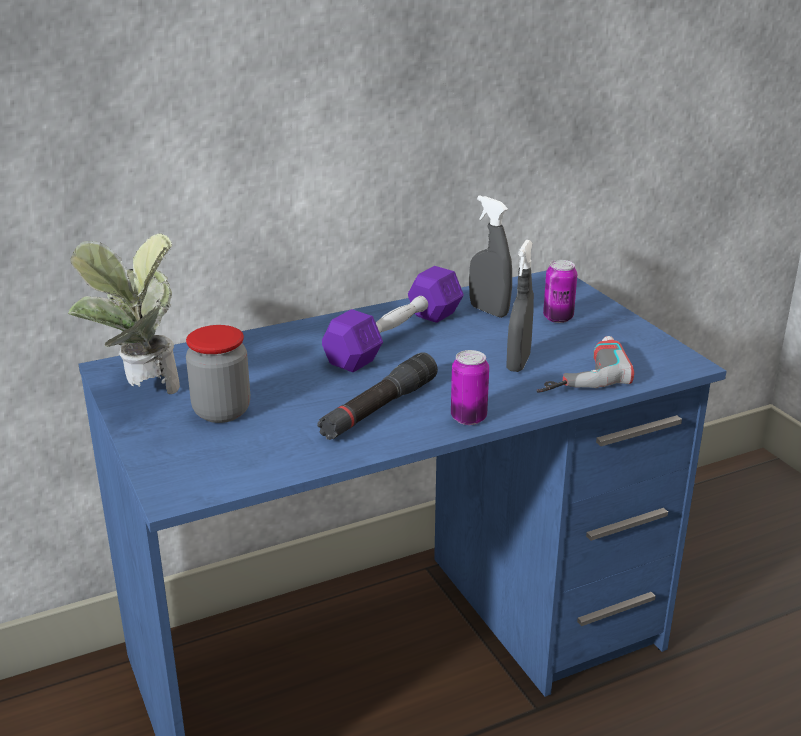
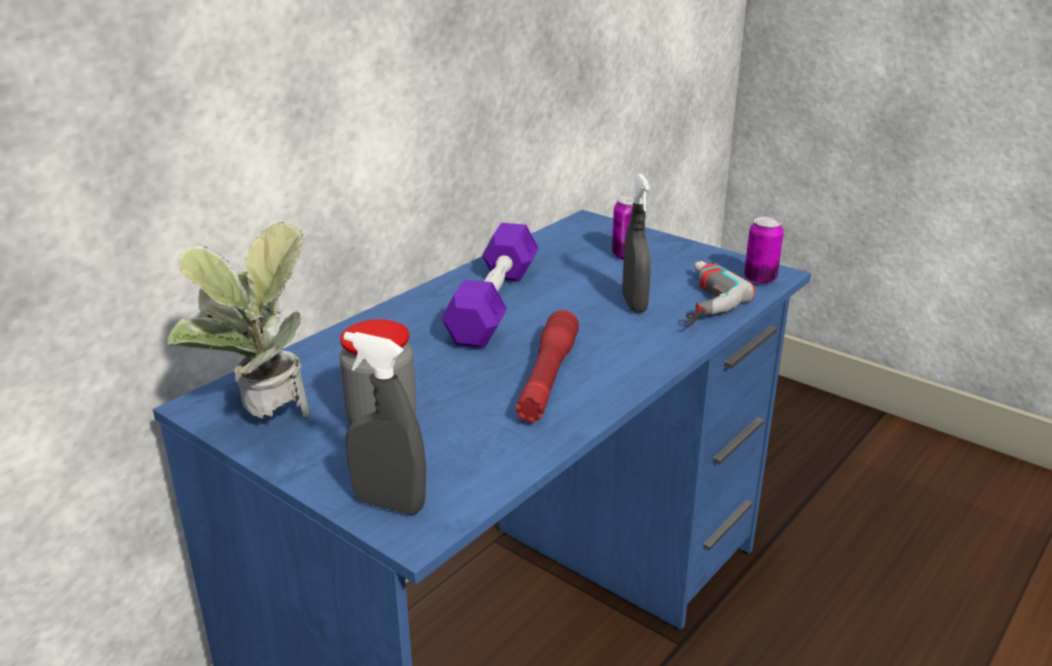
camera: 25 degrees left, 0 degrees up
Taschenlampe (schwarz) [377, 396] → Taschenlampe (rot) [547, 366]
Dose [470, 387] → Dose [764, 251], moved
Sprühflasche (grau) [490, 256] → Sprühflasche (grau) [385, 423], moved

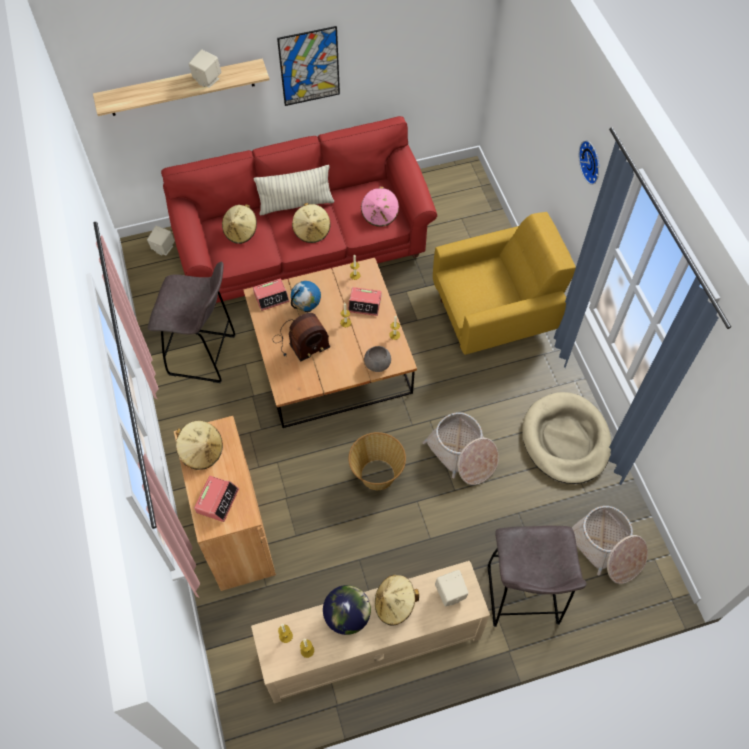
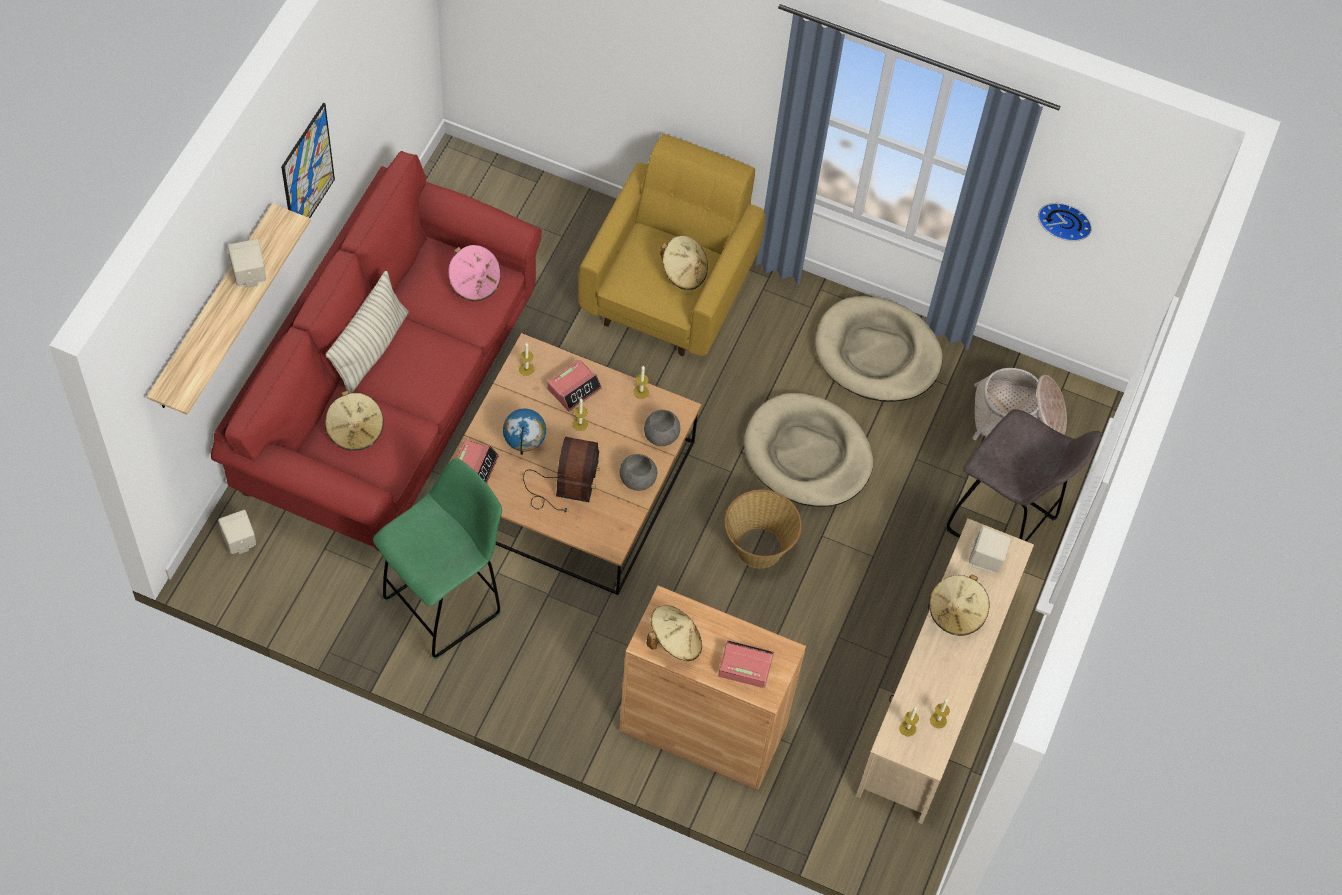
camera: 55 degrees left, 0 degrees up
Hocker (grau) [192, 322] → Hocker (grün) [437, 558]
Wecker [216, 499] → Wecker [746, 664], 45 degrees counterclockwise
Hut (beige) [311, 223] → Hut (beige) [684, 262], moved
Globus [347, 610] → -
Korb [460, 448] → Hundebett (beige) [808, 450]
Wanduhr [589, 162] → Wanduhr [1065, 222], moved
- → Schüssel (grau) [638, 472]

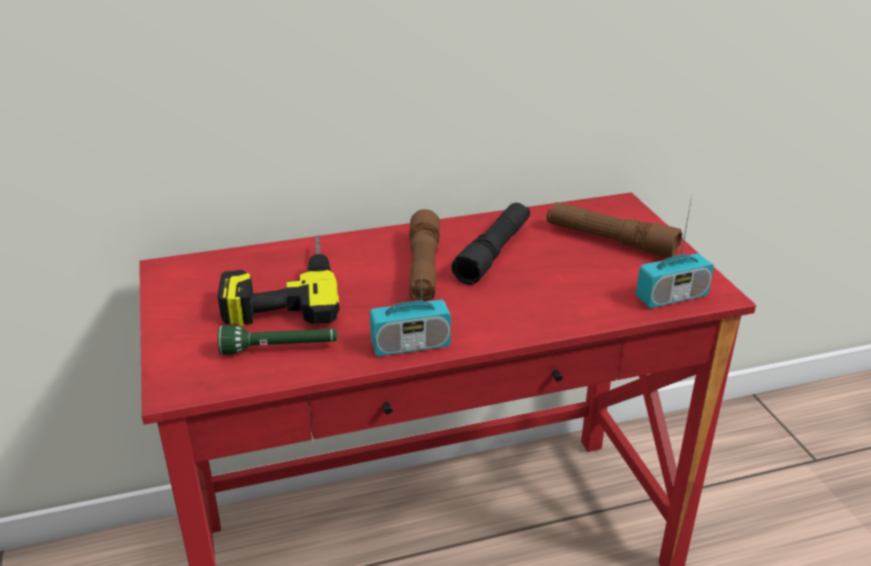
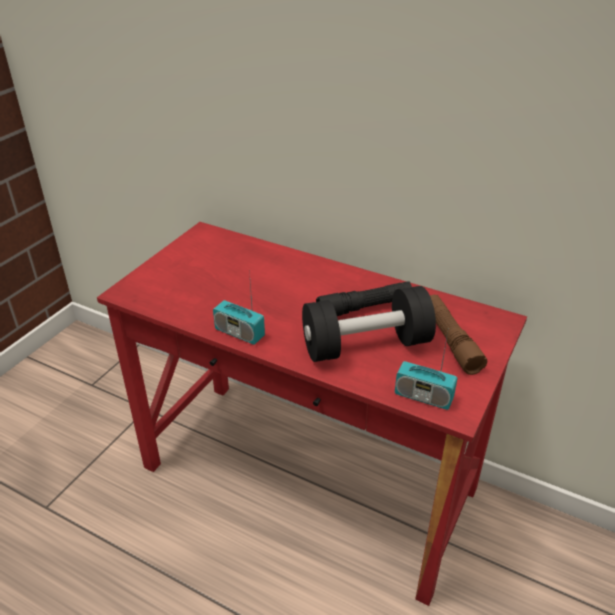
camera: 45 degrees right, 5 degrees up
Bohrmaschine [279, 281] → -
Taschenlampe (grün) [277, 340] → -
Taschenlampe (braun) [424, 255] → -
- → Hantel (schwarz) [369, 324]

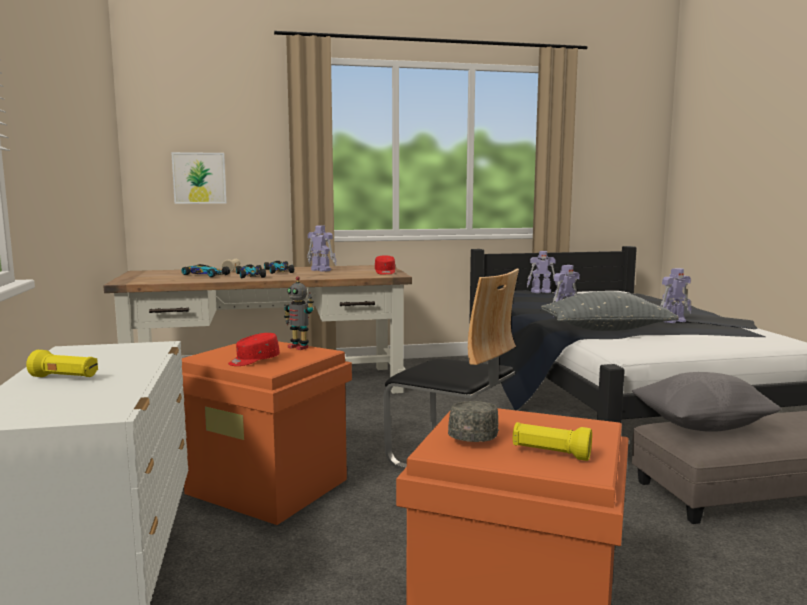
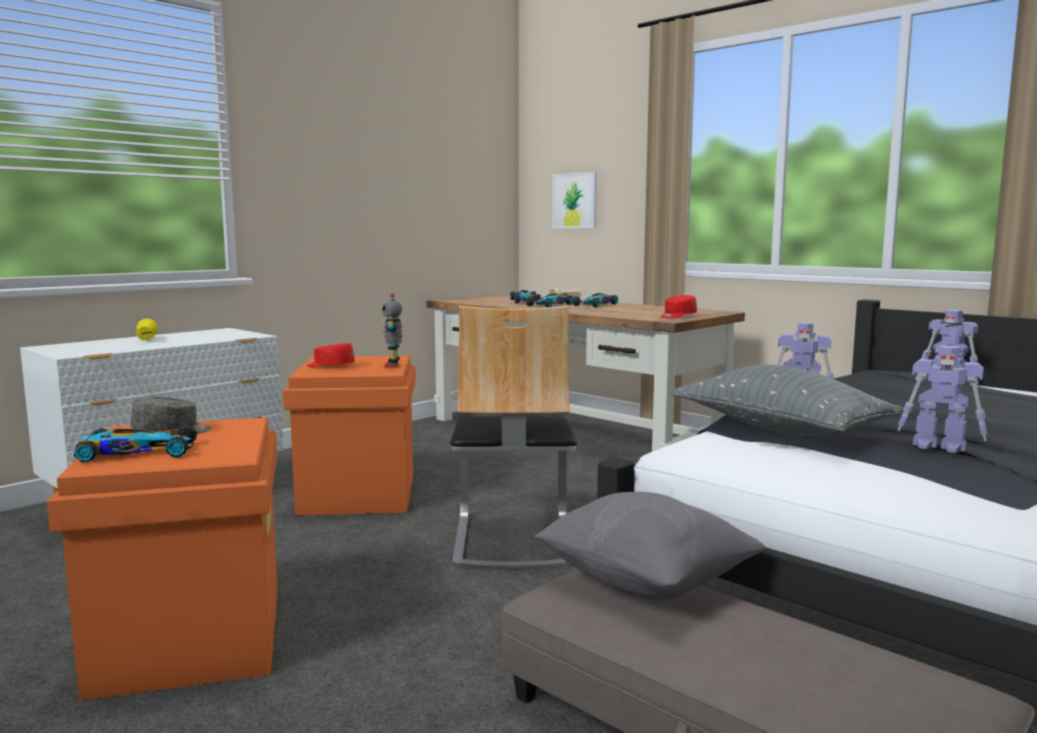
camera: 55 degrees right, 0 degrees up
Spielzeugroboter [322, 248] → -
Taschenlampe (gelb) [552, 441] → Spielzeugauto [135, 444]

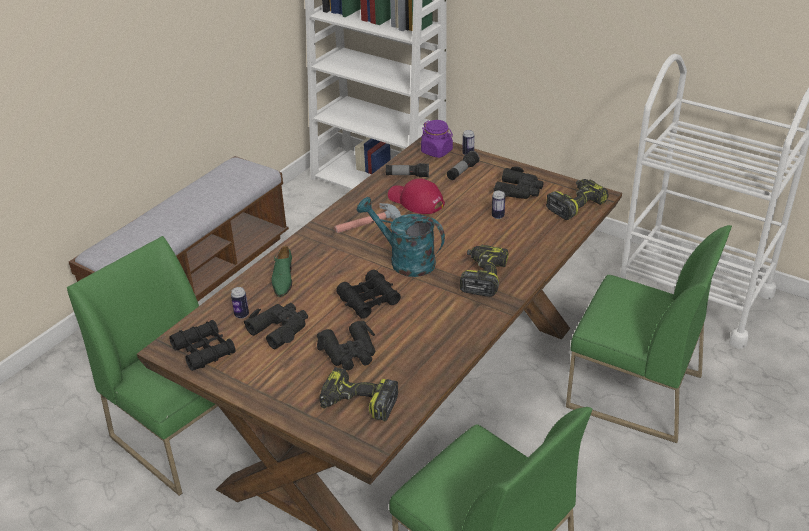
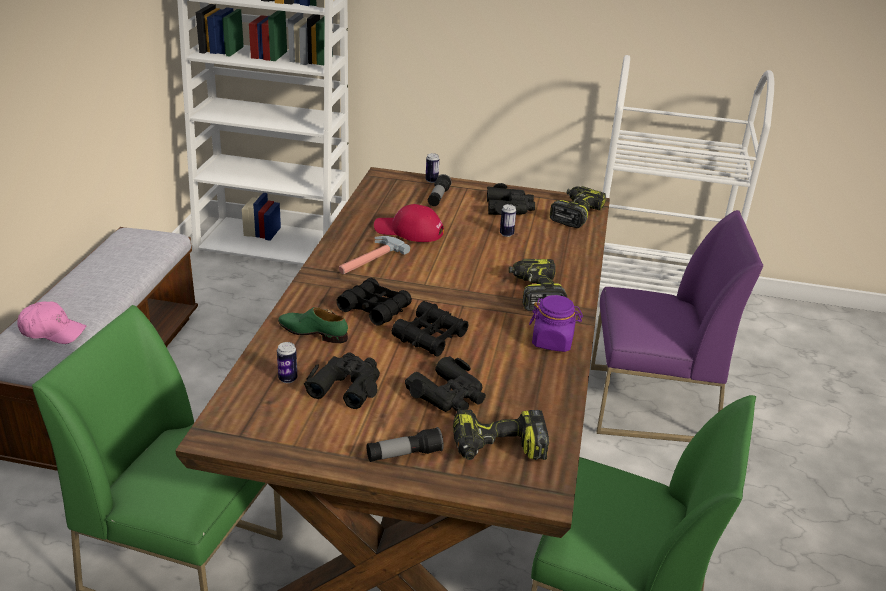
camera: 25 degrees left, 5 degrees down
Fernglas (schwarz) [202, 345] → Fernglas (schwarz) [374, 302], moved
Schuh (grün) [282, 271] → Schuh (grün) [313, 325], 135 degrees clockwise
Gießkanne (türkis) [401, 237] → -
Taschenlampe [407, 170] → Taschenlampe [405, 444], moved
Vorratsglas (lila) [437, 139] → Vorratsglas (lila) [556, 323], moved
Stuhl (grün) [649, 334] → Stuhl (lila) [677, 326]
- → Kappe (rosa) [51, 323]

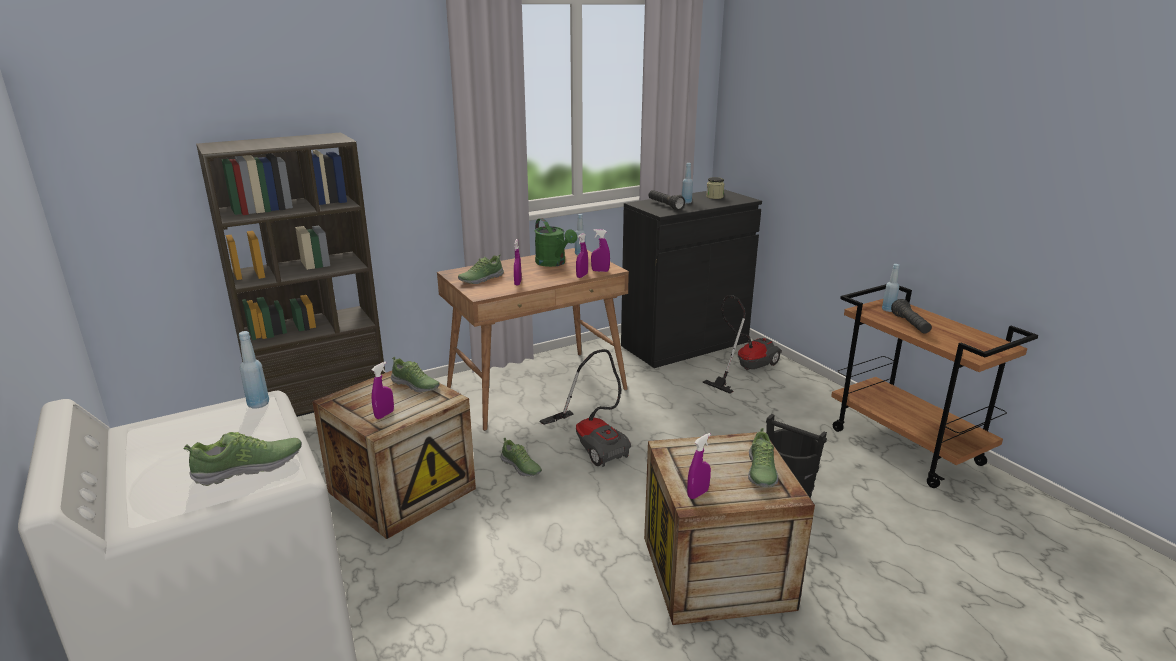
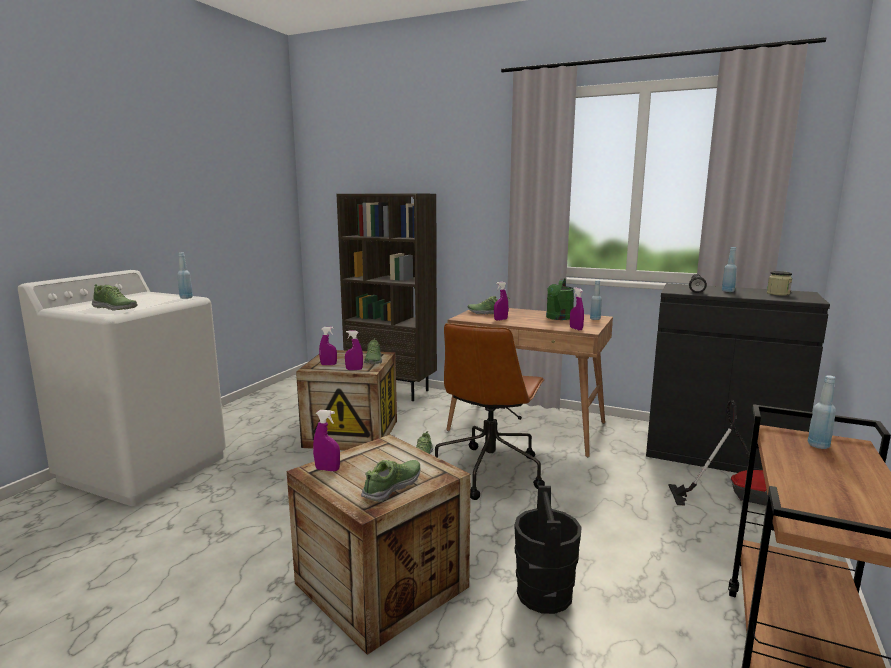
camera: 55 degrees right, 10 degrees down
Staubsauger [585, 408] → Bürostuhl (braun) [490, 411]
Sprühflasche (lila) [582, 255] → Sprühflasche (lila) [354, 350], moved
Schuh [763, 457] → Schuh [391, 481], 150 degrees clockwise
Taschenlampe (schwarz) [911, 316] → -

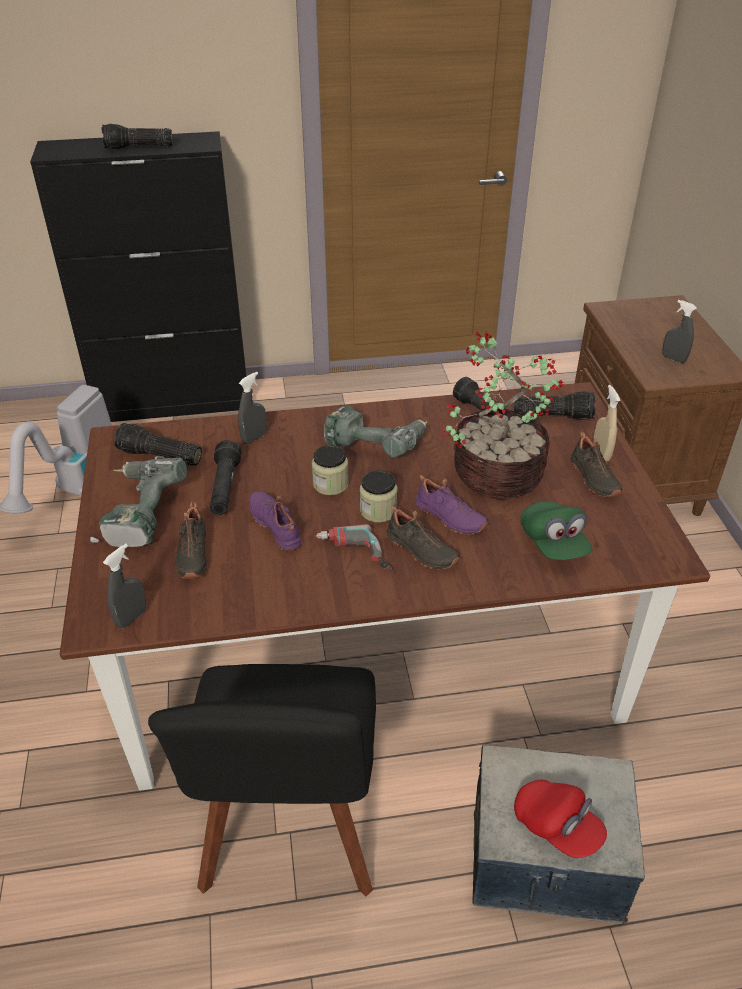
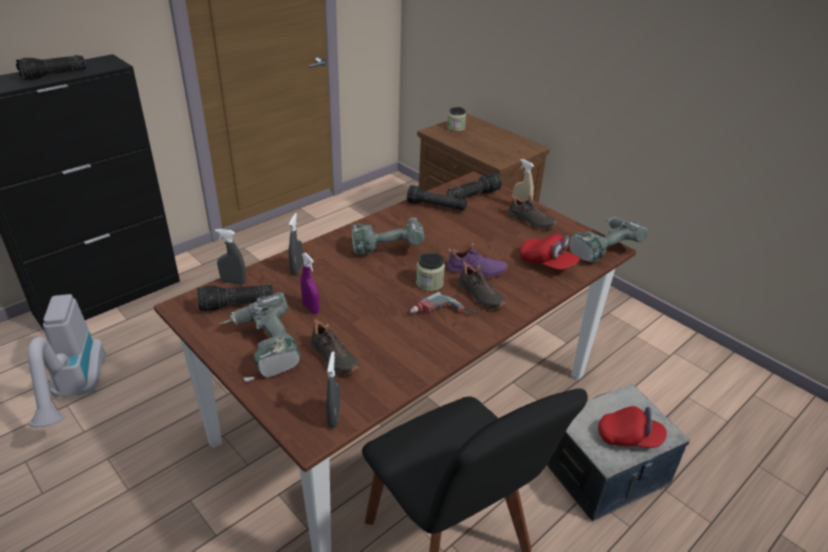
camera: 35 degrees left, 5 degrees down
Taschenlampe (schwarz) [226, 477] → Sprühflasche (lila) [310, 283]
Schuh (lila) [275, 521] → -
Vorratsglas [330, 470] → Vorratsglas [456, 119], moved
Schuh (schwarz) [423, 537] → Schuh (schwarz) [482, 285], 45 degrees clockwise
Topfpflanze [504, 415] → -
Kappe (grün) [556, 530] → Kappe (rot) [549, 252]
Sprühflasche (grau) [679, 331] → Sprühflasche (grau) [230, 257], moved
- → Bohrmaschine [609, 239]

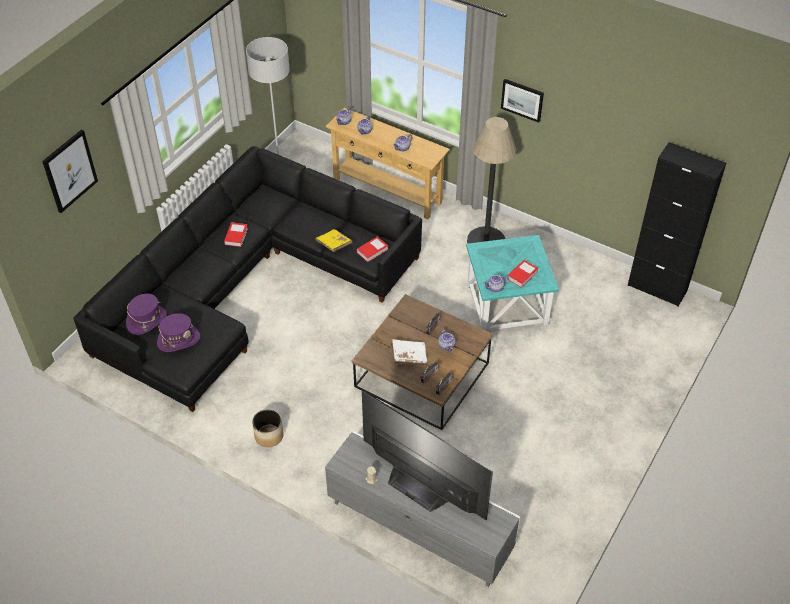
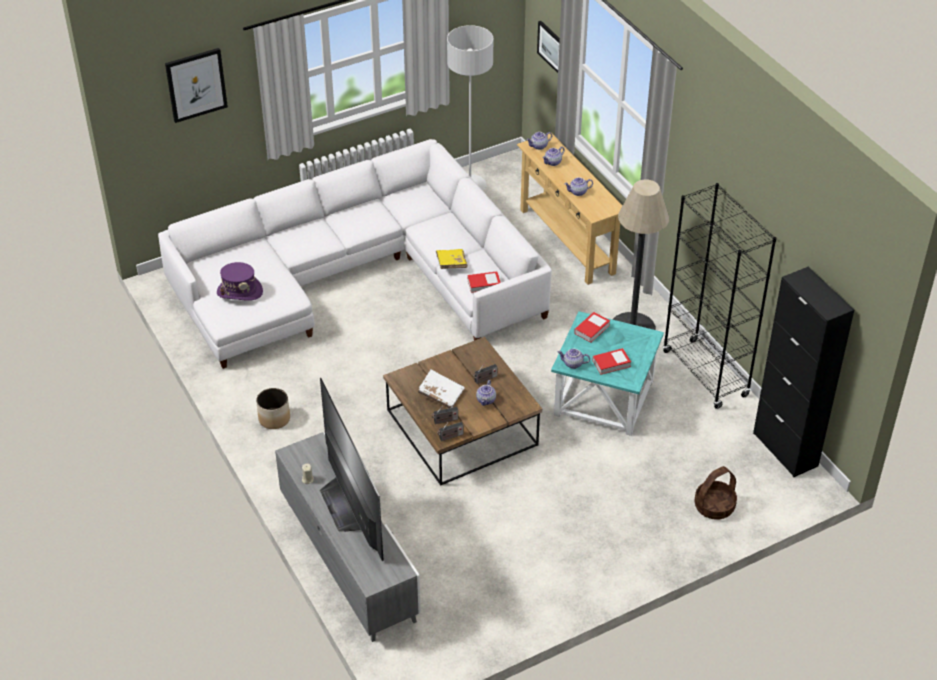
camera: 30 degrees right, 5 degrees down
Sofa (schwarz) [247, 279] → Sofa (weiß) [355, 254]
Hut (lila) [146, 314] → -
Buch [236, 234] → Buch [592, 327], moved
Bild [522, 101] → Bild [548, 47], moved
- → Bücherregal (schwarz) [719, 296]
- → Korb [716, 493]

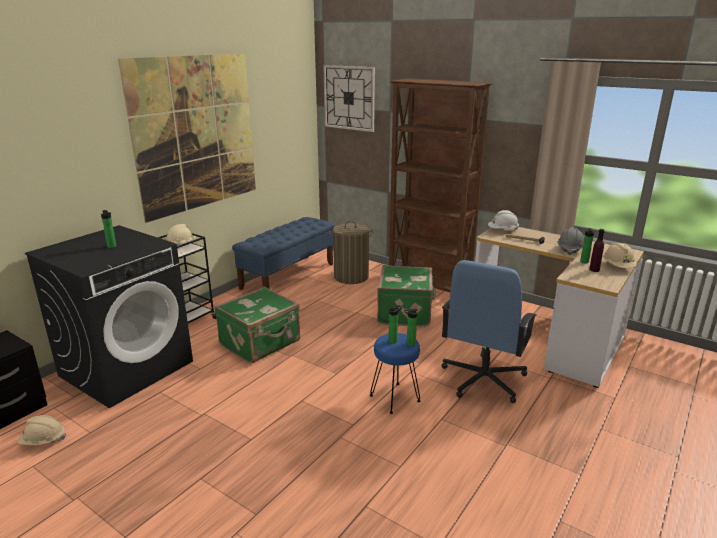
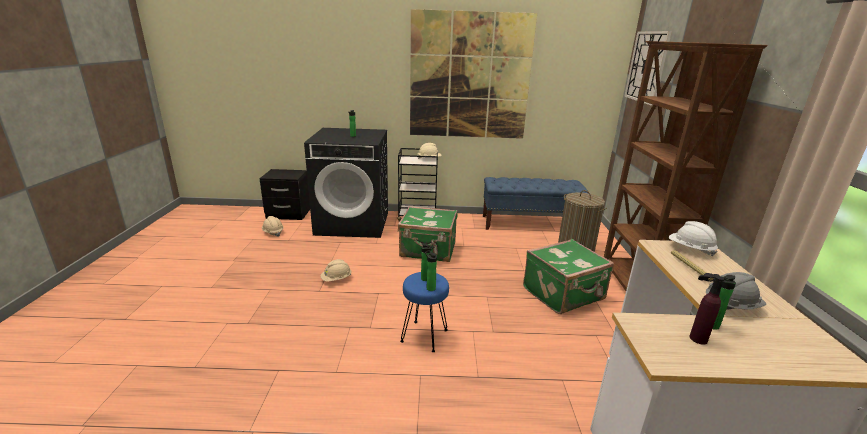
camera: 55 degrees right, 0 degrees up
Bürostuhl (blau) [489, 331] → -
Schutzhelm (beige) [620, 255] → Schutzhelm (beige) [336, 270], moved

